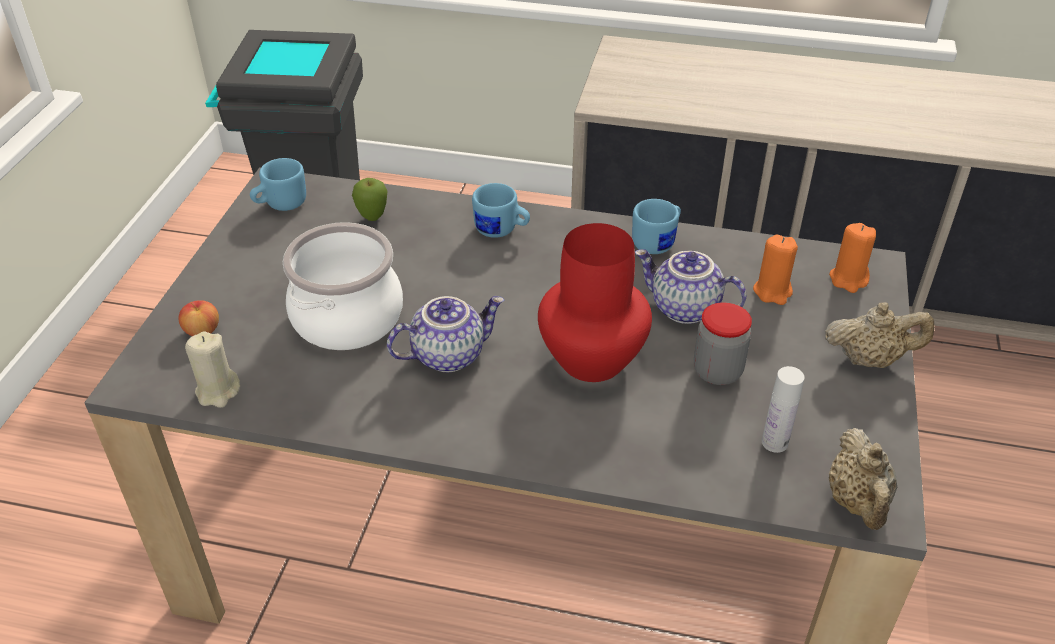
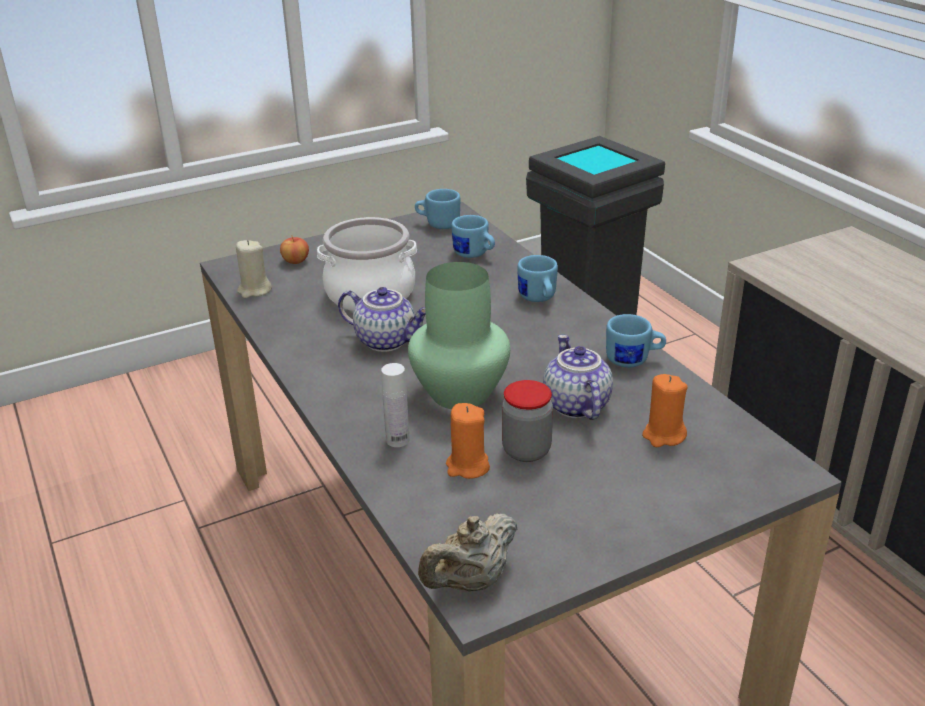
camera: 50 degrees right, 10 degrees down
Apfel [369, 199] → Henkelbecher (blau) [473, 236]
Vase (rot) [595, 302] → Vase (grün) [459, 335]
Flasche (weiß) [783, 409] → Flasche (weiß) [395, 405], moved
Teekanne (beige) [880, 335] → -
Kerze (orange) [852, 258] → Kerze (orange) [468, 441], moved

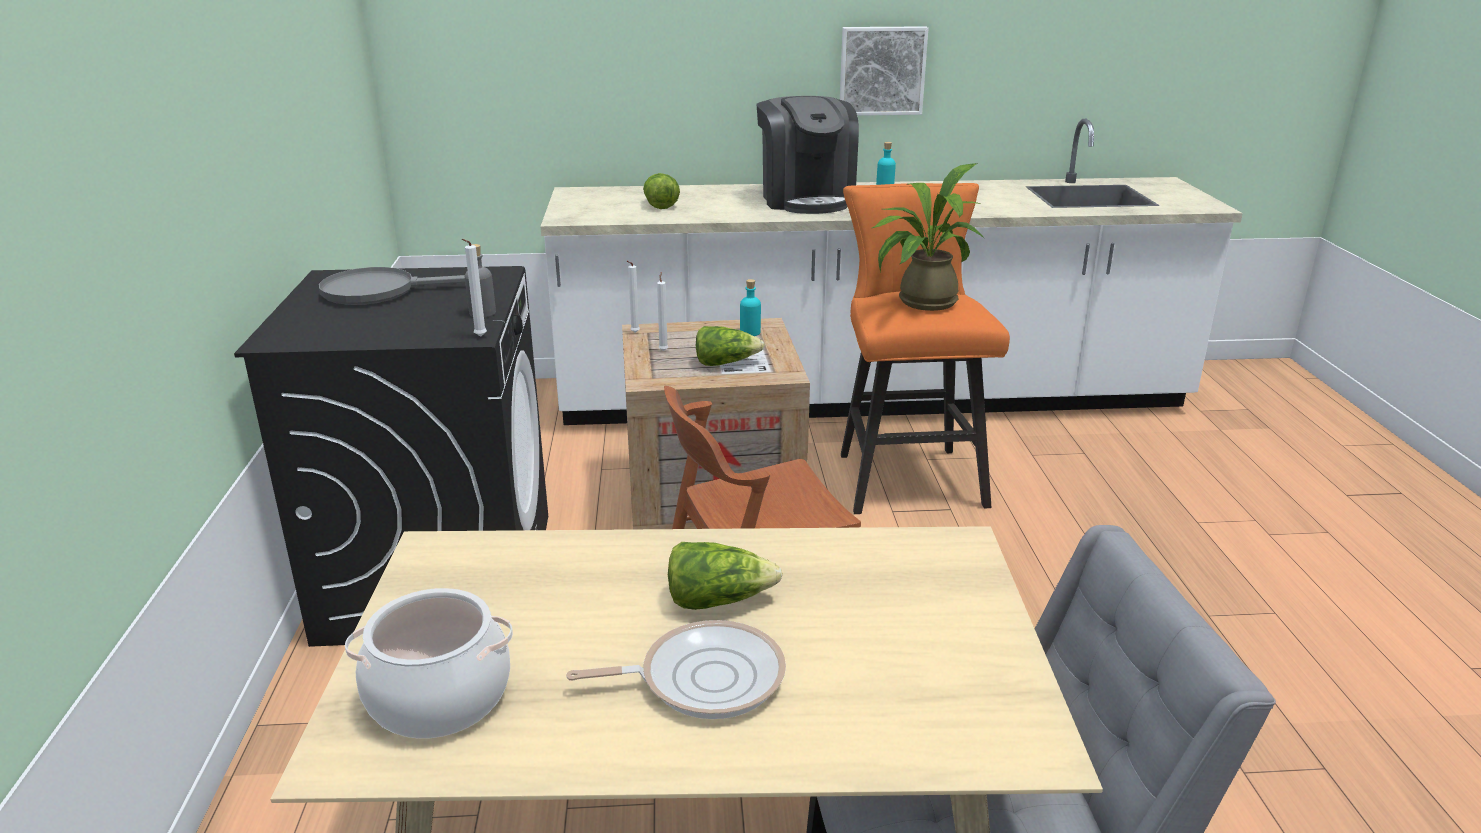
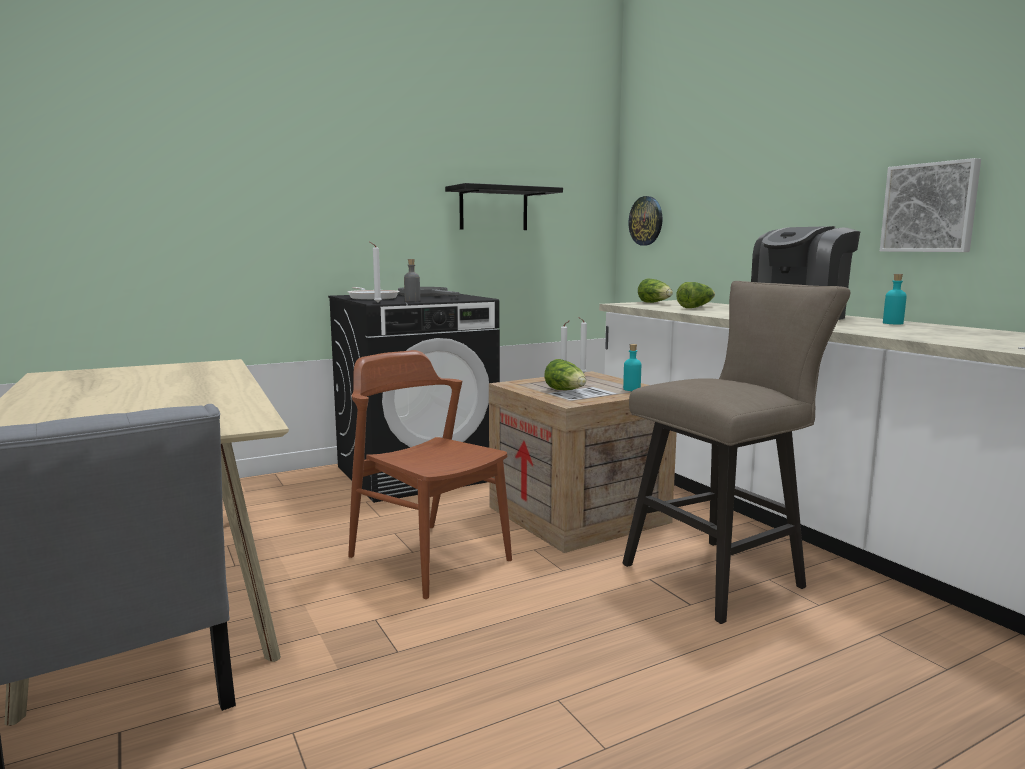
camera: 65 degrees right, 15 degrees down
Kochtopf [429, 663] → -
Pfanne [676, 669] → Pfanne [374, 293], moved
Salatkopf [725, 576] → Salatkopf [655, 291], moved
Hocker (orange) [925, 348] → Hocker (beige) [736, 452]
Topfpflanze [928, 237] → -
- → Wandregal (schwarz) [504, 206]
- → Wanduhr [645, 221]

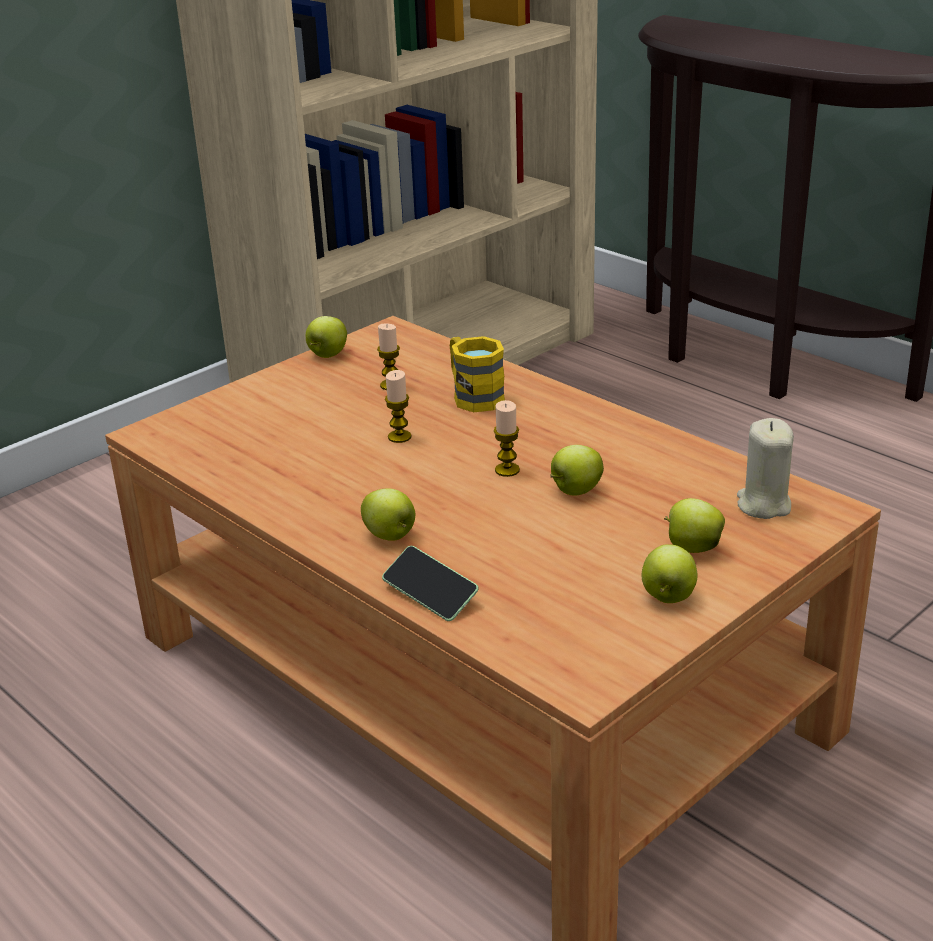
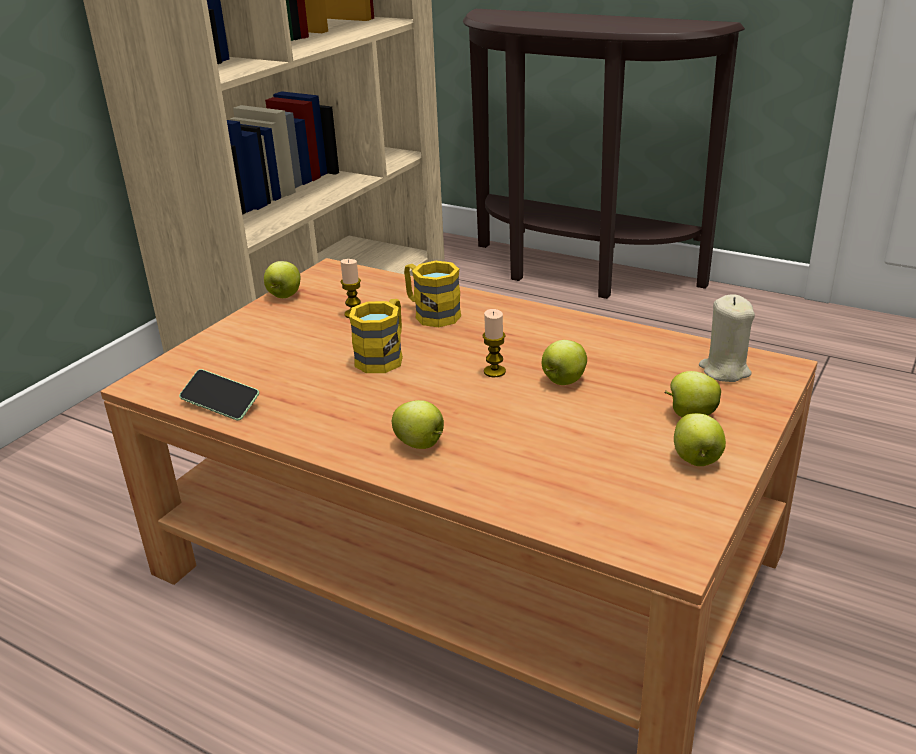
camera: 15 degrees left, 0 degrees up
Handy [430, 583] → Handy [219, 395], moved
Kerze [398, 406] → Henkelbecher (gelb) [376, 336]

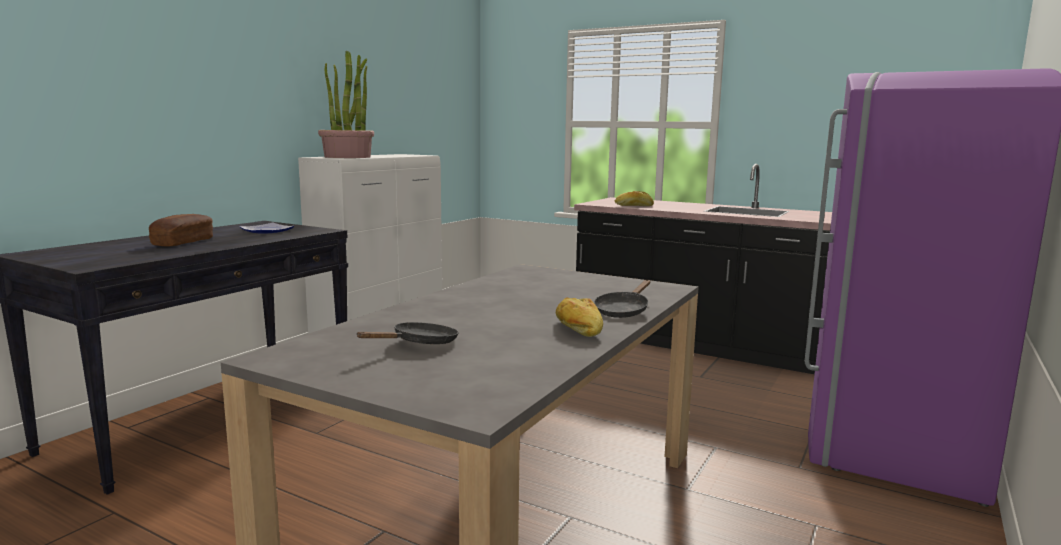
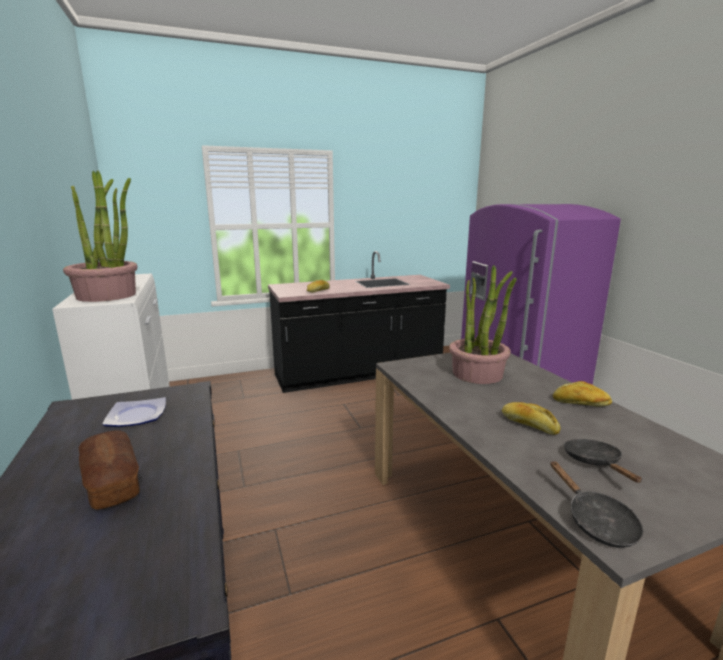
camera: 50 degrees left, 5 degrees up
Pfanne (schwarz) [622, 299] → Pfanne (schwarz) [596, 504], moved
- → Topfpflanze [483, 324]
- → Brot [531, 418]

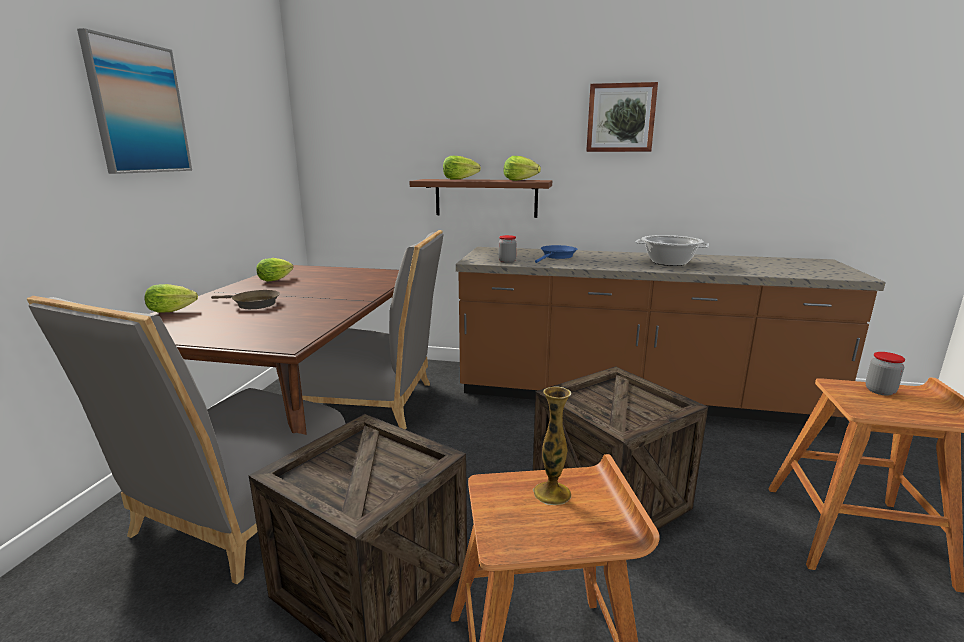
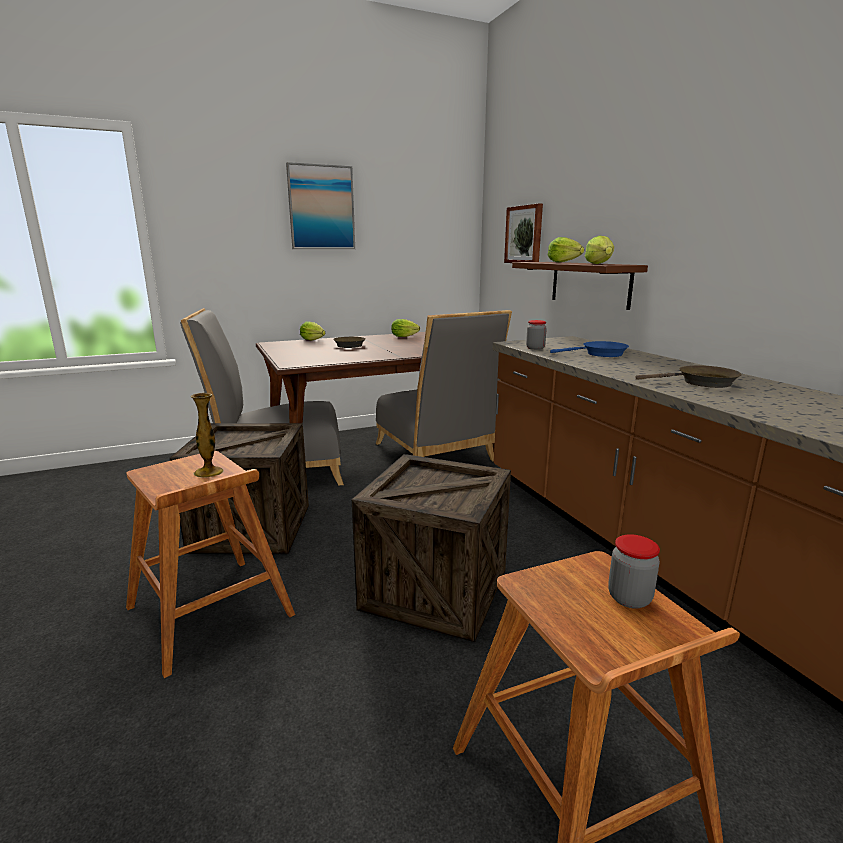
camera: 55 degrees right, 0 degrees up
Bild [622, 117] → Bild [523, 233], moved
Kochtopf [672, 250] → Pfanne (braun) [688, 376]

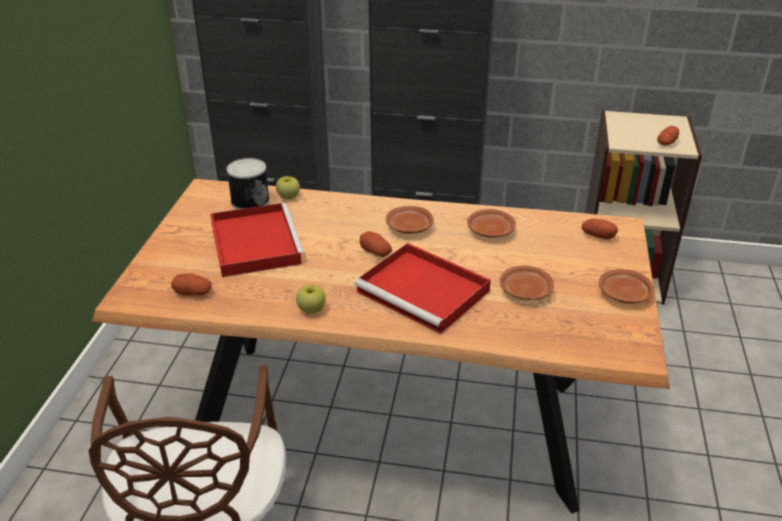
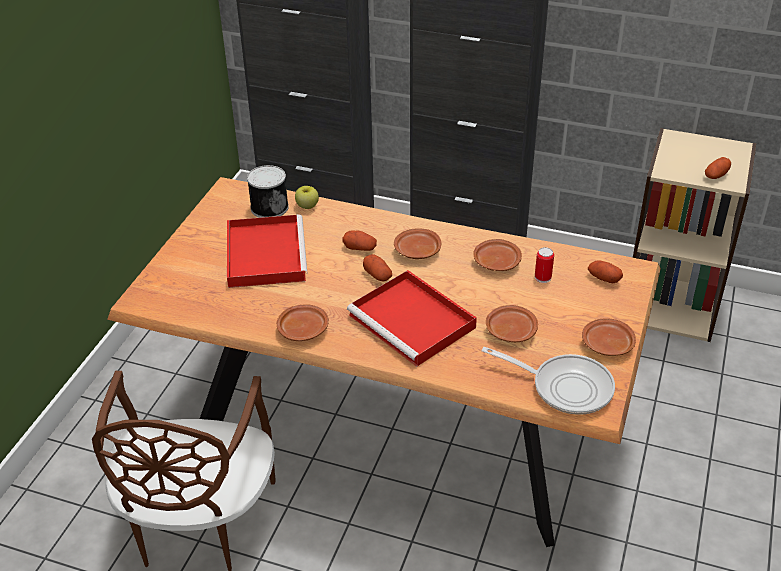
camera: 10 degrees right, 5 degrees up
Kartoffel [191, 284] → Kartoffel [359, 240], moved
Apfel [311, 299] → Teller (braun) [303, 322]
- → Pfanne [548, 381]
- → Dose [544, 265]

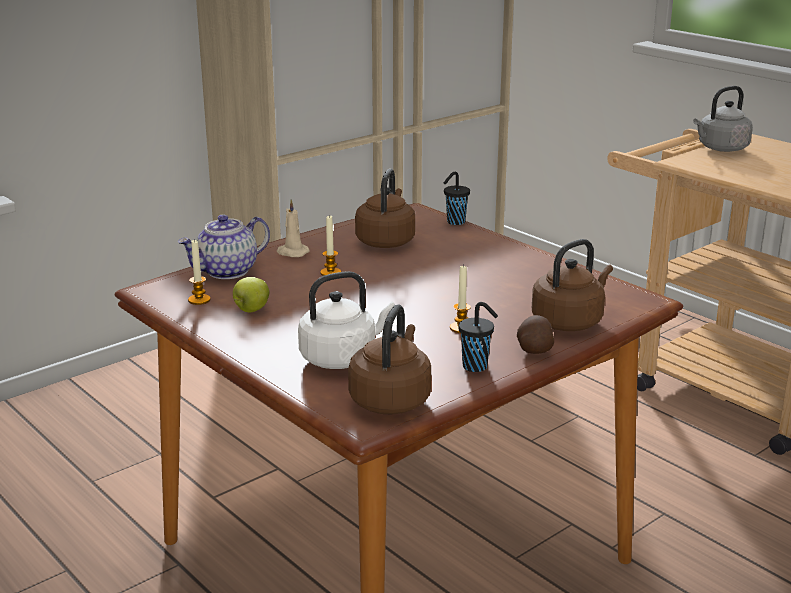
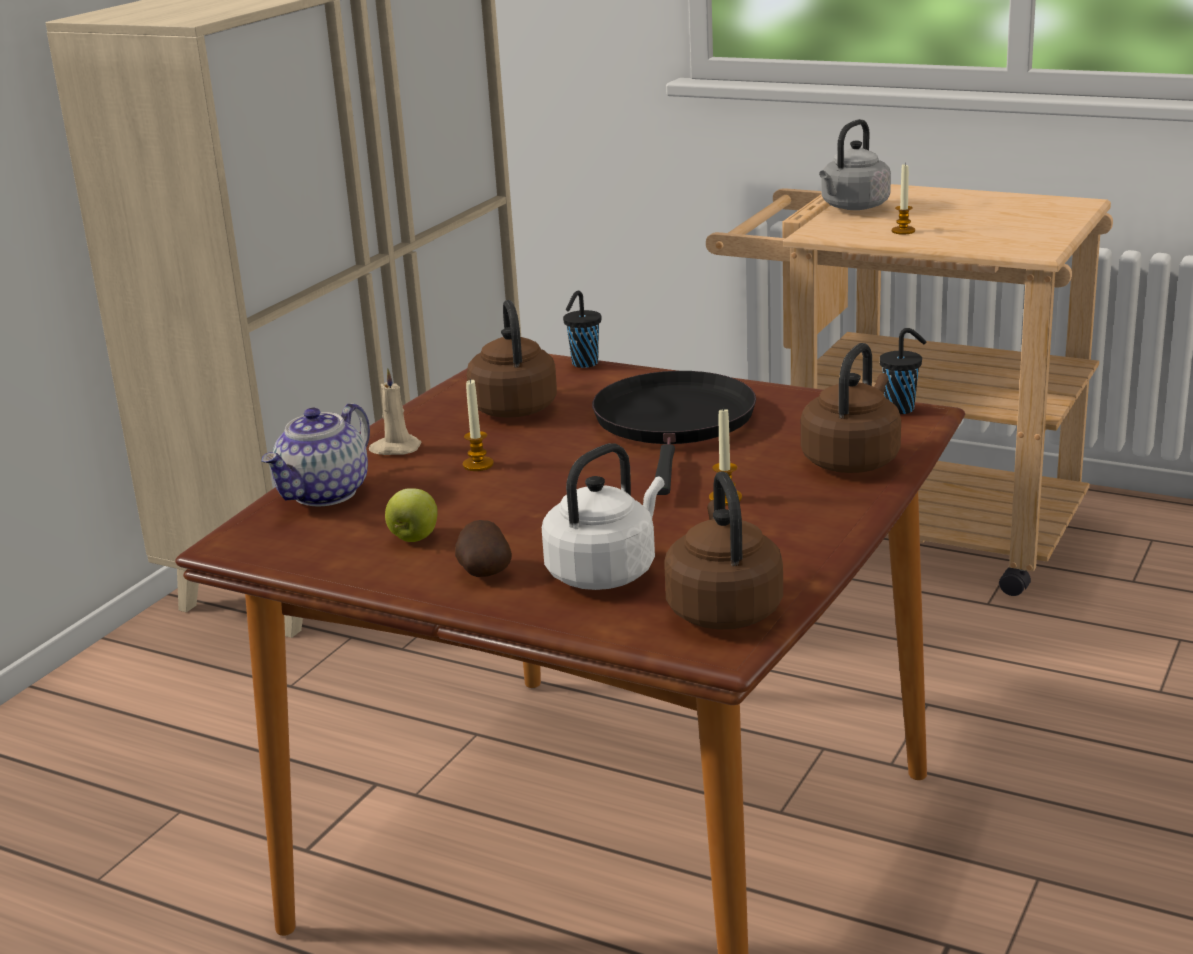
camera: 20 degrees left, 0 degrees up
Kerze [199, 272] → Kerze [903, 200], moved
Tasse (schwarz) [478, 337] → Tasse (schwarz) [902, 371], moved
Kartoffel [535, 334] → Kartoffel [483, 548], moved
- → Pfanne (schwarz) [674, 433]

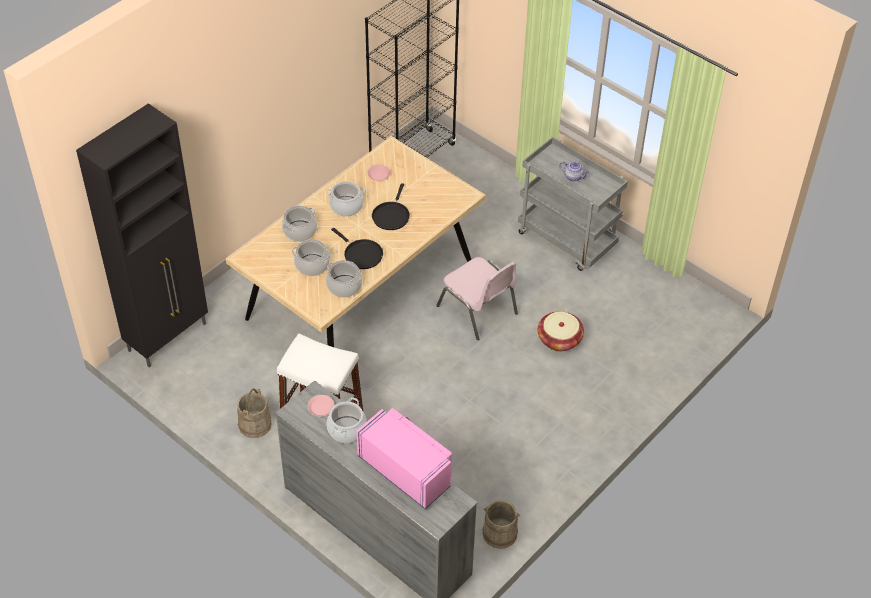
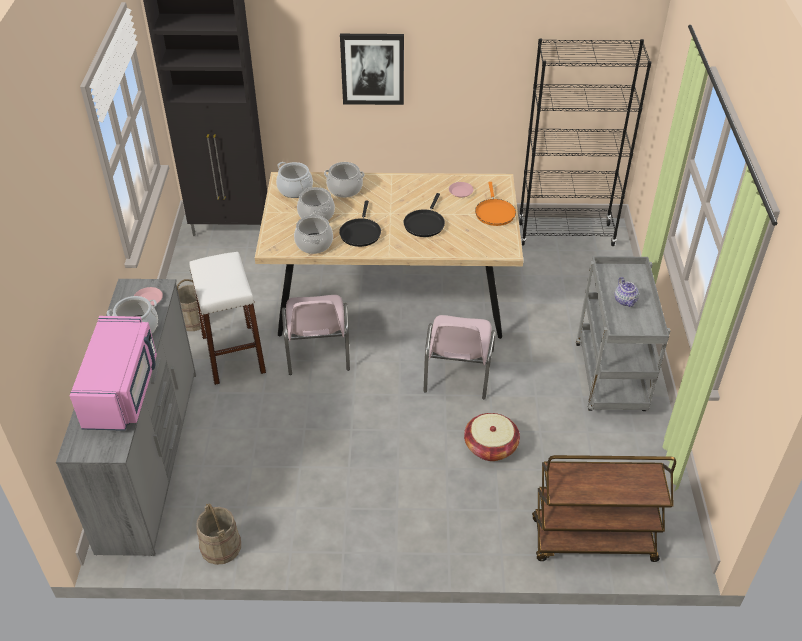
camera: 50 degrees right, 5 degrees down
Kochtopf [346, 198] → Kochtopf [294, 180], moved
Pfanne (schwarz) [391, 206] → Pfanne (schwarz) [424, 215], 45 degrees counterclockwise
- → Stuhl (rosa) [316, 335]
- → Bild [372, 69]
- → Pfanne (orange) [495, 204]
- → Rollwagen (braun) [604, 508]

